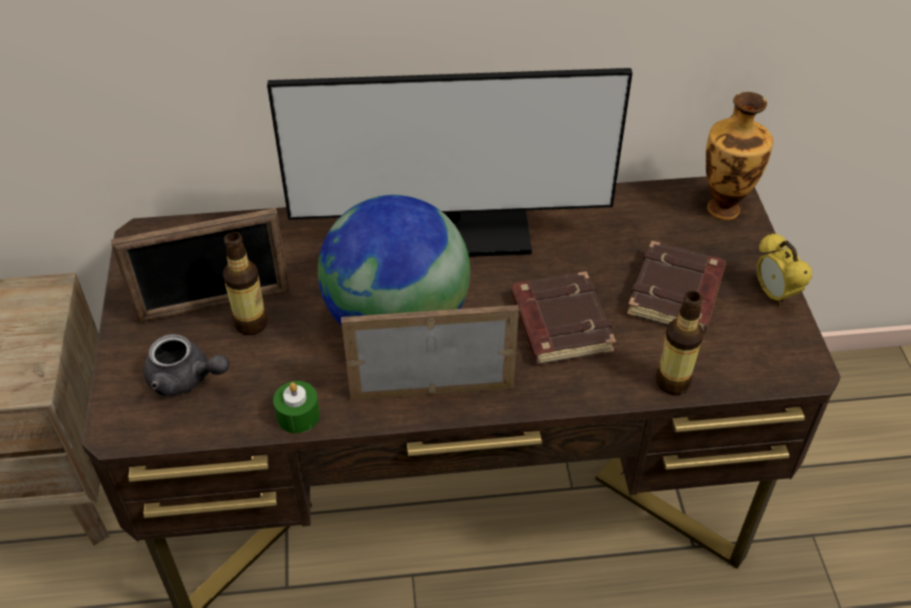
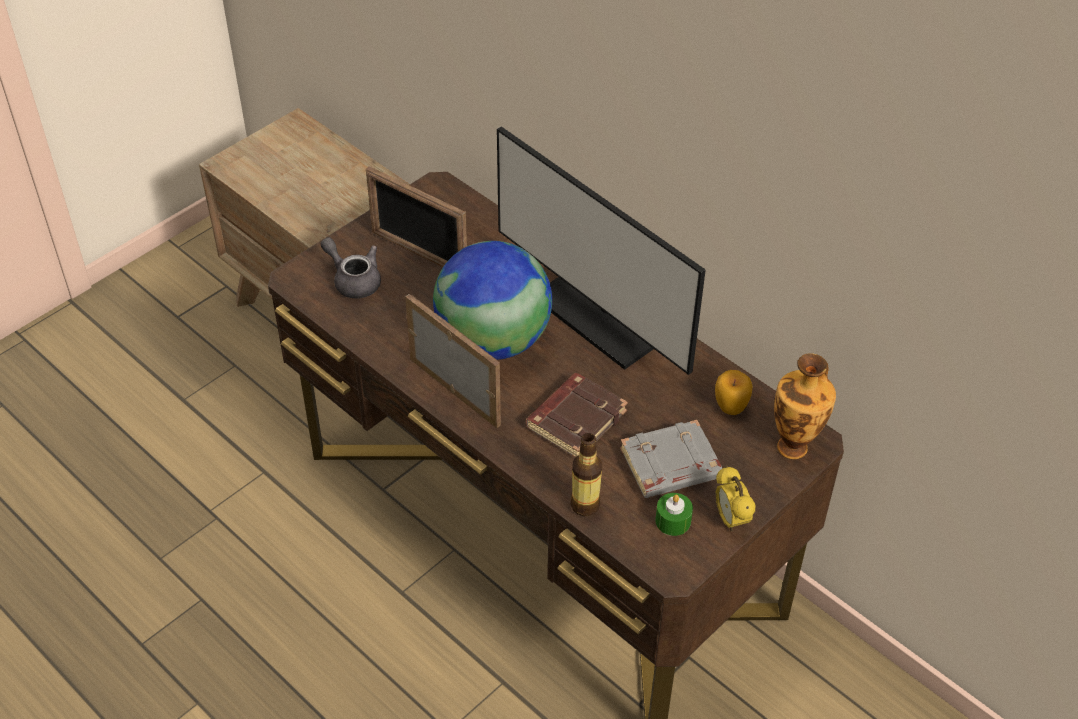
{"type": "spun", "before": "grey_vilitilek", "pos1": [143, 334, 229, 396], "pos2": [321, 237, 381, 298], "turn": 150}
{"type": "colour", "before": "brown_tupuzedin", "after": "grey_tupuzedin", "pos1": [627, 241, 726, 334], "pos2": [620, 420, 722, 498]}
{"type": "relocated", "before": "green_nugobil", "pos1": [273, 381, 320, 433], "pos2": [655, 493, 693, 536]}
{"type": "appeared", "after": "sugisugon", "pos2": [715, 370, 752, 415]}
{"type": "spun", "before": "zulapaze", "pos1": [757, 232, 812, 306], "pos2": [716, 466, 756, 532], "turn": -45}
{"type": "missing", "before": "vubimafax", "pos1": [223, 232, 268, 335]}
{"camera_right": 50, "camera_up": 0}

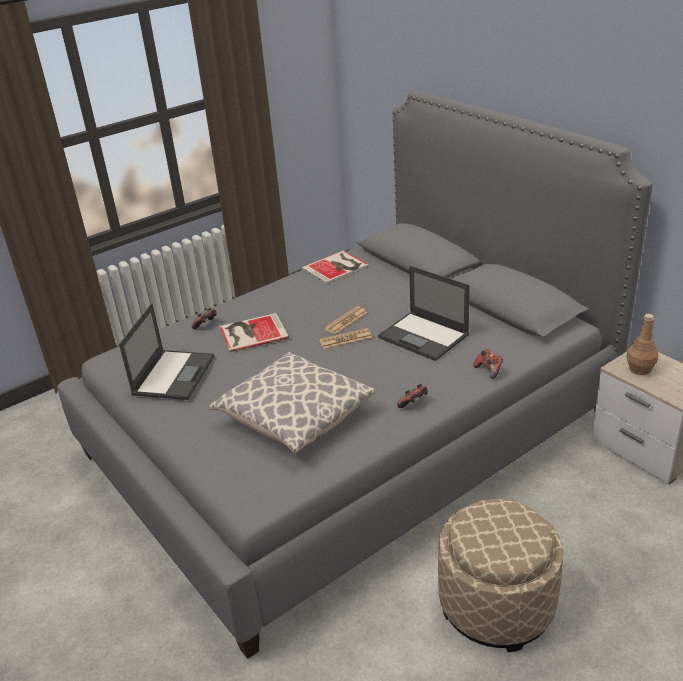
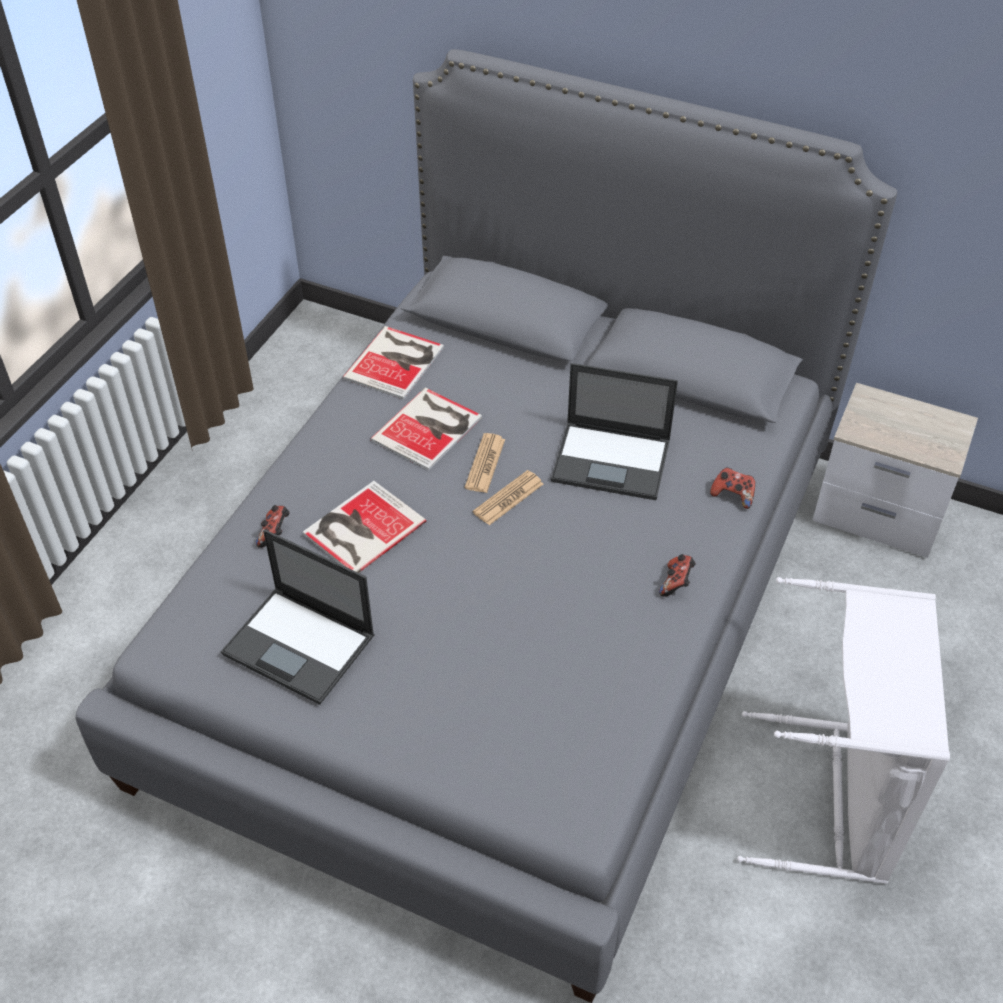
{"type": "spun", "before": "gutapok", "pos1": [119, 303, 214, 400], "pos2": [221, 530, 375, 705], "turn": 135}
{"type": "appeared", "after": "tupuzedin", "pos2": [370, 388, 482, 471]}
{"type": "exchanged", "before": "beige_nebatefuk", "after": "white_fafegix", "pos1": [438, 499, 563, 652], "pos2": [737, 577, 950, 884]}
{"type": "missing", "before": "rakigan", "pos1": [209, 352, 374, 454]}
{"type": "missing", "before": "brown_vubimafax", "pos1": [626, 314, 659, 375]}
{"camera_right": -30, "camera_up": 15}

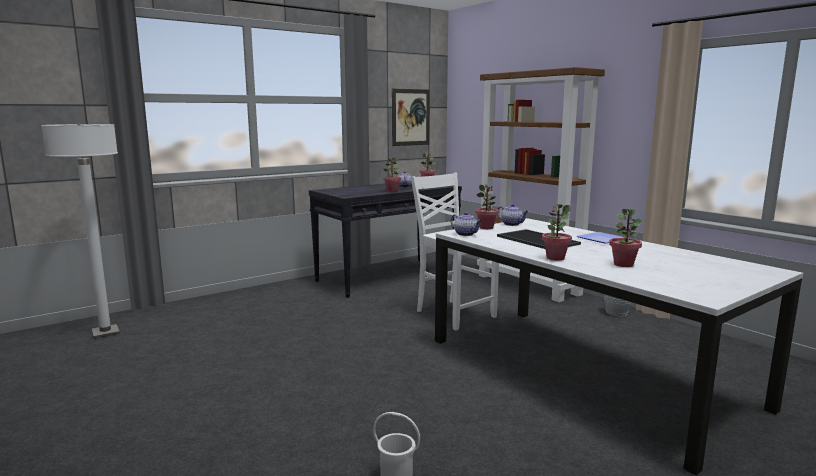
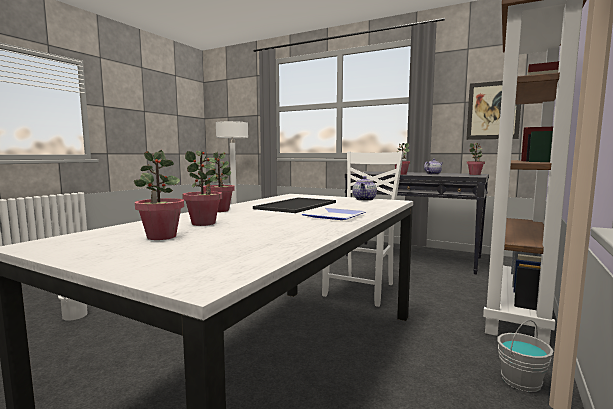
{"type": "relocated", "before": "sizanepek", "pos1": [475, 184, 499, 229], "pos2": [134, 150, 184, 240]}
{"type": "missing", "before": "vilitilek", "pos1": [451, 212, 482, 236]}
{"camera_right": 65, "camera_up": -5}

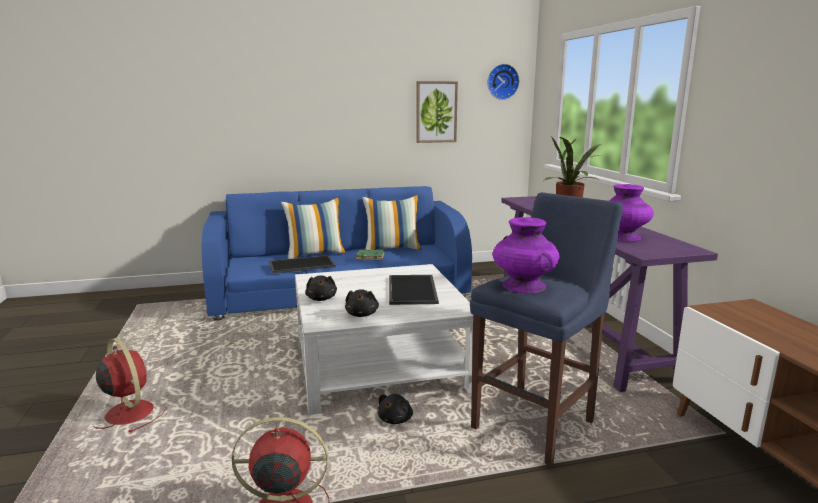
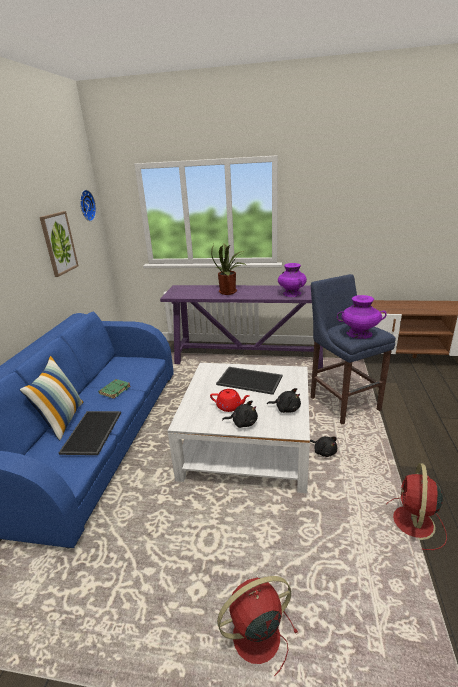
{"type": "appeared", "after": "red_vilitilek", "pos2": [210, 389, 250, 412]}
{"type": "missing", "before": "rakigan", "pos1": [362, 195, 421, 250]}
{"camera_right": -65, "camera_up": 10}

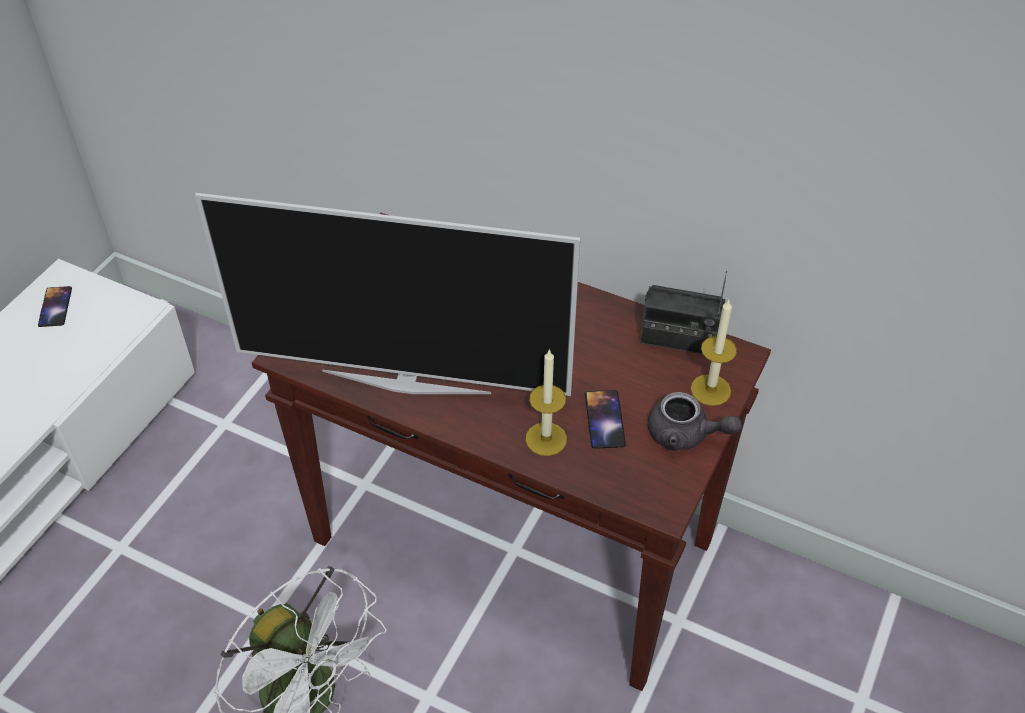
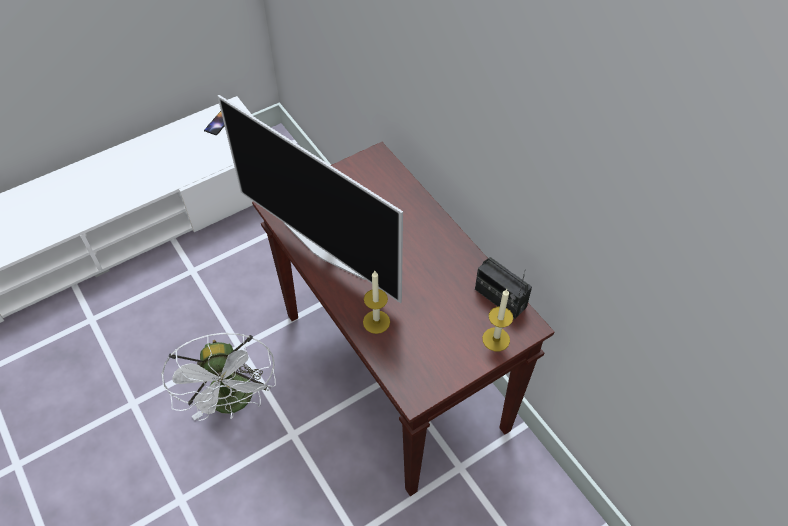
{"type": "missing", "before": "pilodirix", "pos1": [585, 390, 626, 449]}
{"type": "missing", "before": "grey_vilitilek", "pos1": [648, 392, 742, 451]}
{"camera_right": 30, "camera_up": 5}

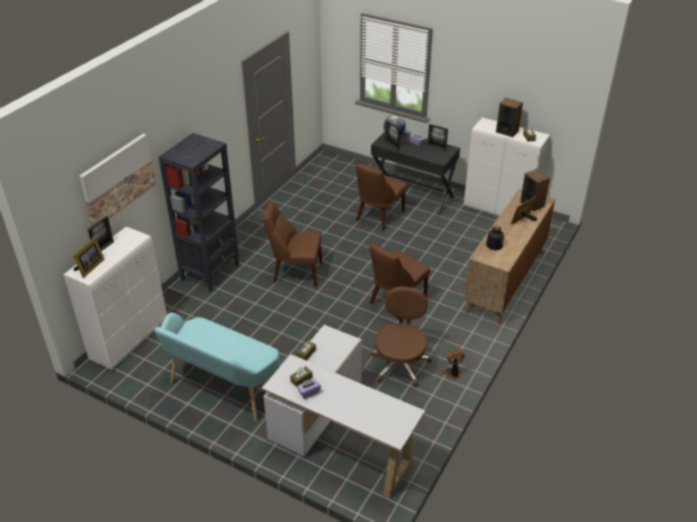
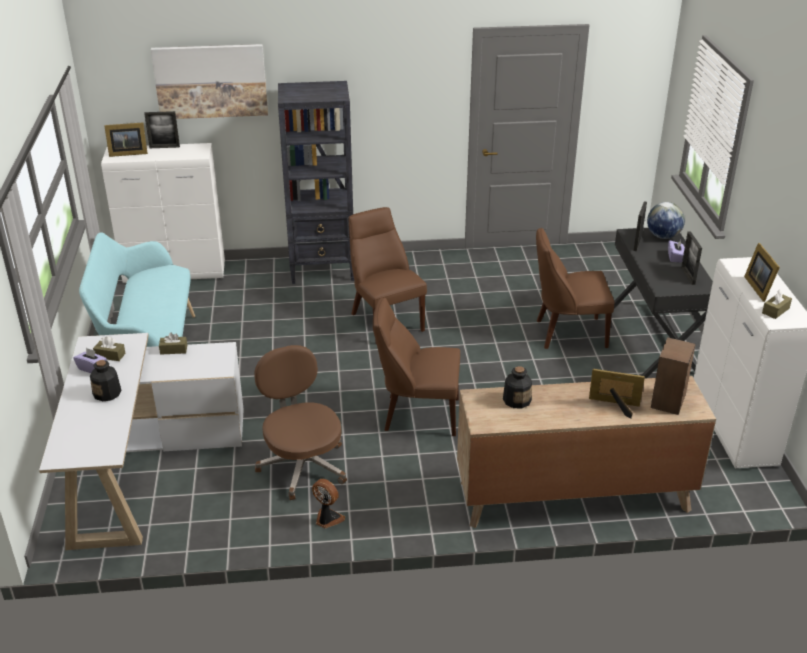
{"type": "appeared", "after": "vubimafax", "pos2": [90, 360, 122, 401]}
{"type": "spun", "before": "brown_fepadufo", "pos1": [370, 287, 432, 387], "pos2": [254, 345, 347, 500], "turn": -90}
{"type": "exchanged", "before": "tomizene", "after": "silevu", "pos1": [496, 98, 523, 137], "pos2": [744, 243, 780, 302]}
{"camera_right": 55, "camera_up": -5}

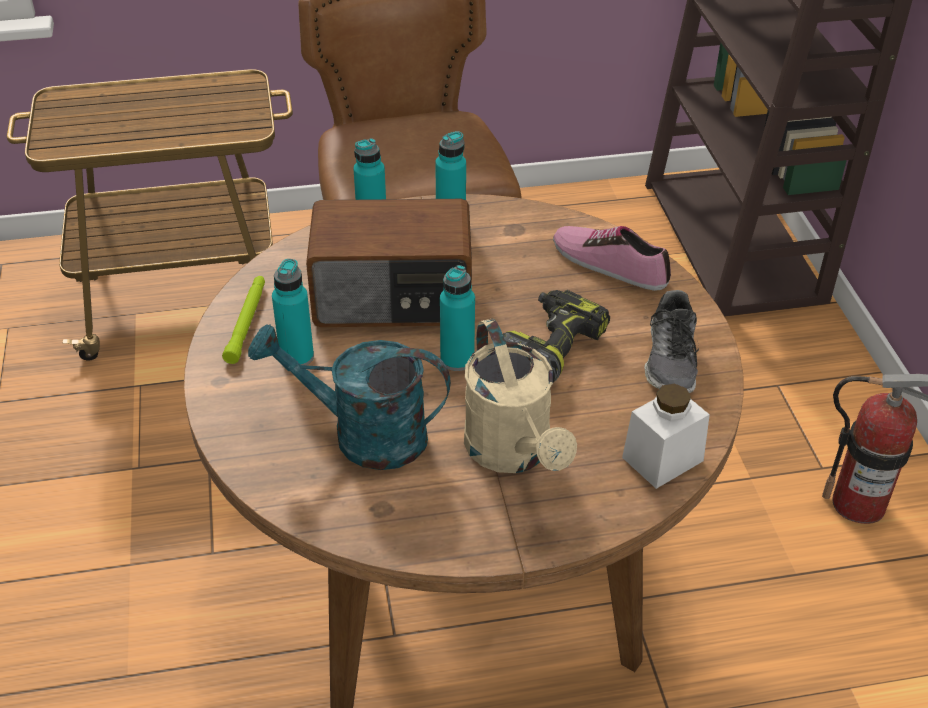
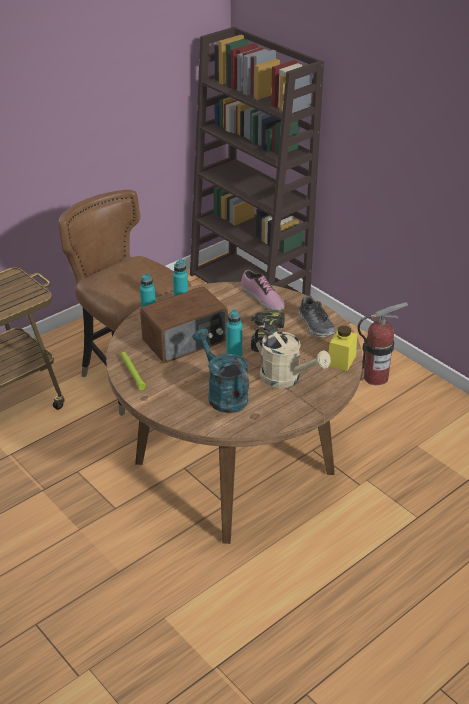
{"type": "spun", "before": "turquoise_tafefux", "pos1": [248, 324, 451, 470], "pos2": [193, 328, 249, 413], "turn": 75}
{"type": "spun", "before": "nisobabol", "pos1": [553, 226, 671, 291], "pos2": [241, 270, 285, 311], "turn": -135}
{"type": "colour", "before": "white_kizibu", "after": "yellow_kizibu", "pos1": [622, 384, 710, 489], "pos2": [329, 326, 357, 371]}
{"type": "missing", "before": "turquoise_vubimafax", "pos1": [272, 259, 314, 365]}
{"camera_right": -30, "camera_up": -5}

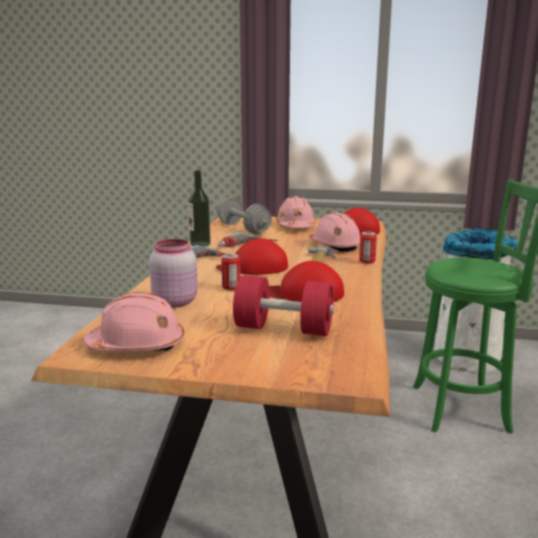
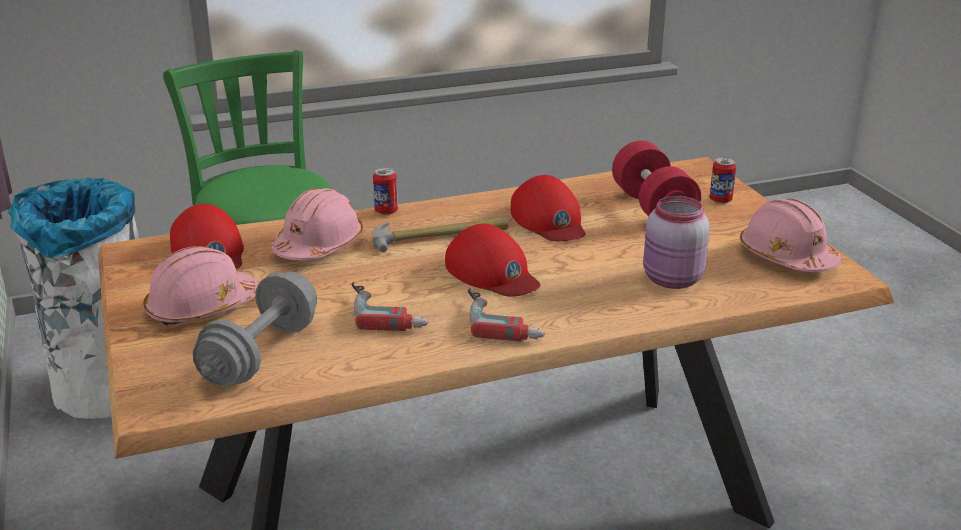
{"type": "relocated", "before": "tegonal", "pos1": [221, 254, 240, 291], "pos2": [710, 157, 736, 204]}
{"type": "missing", "before": "vubimafax", "pos1": [188, 170, 211, 247]}
{"camera_right": -120, "camera_up": 10}

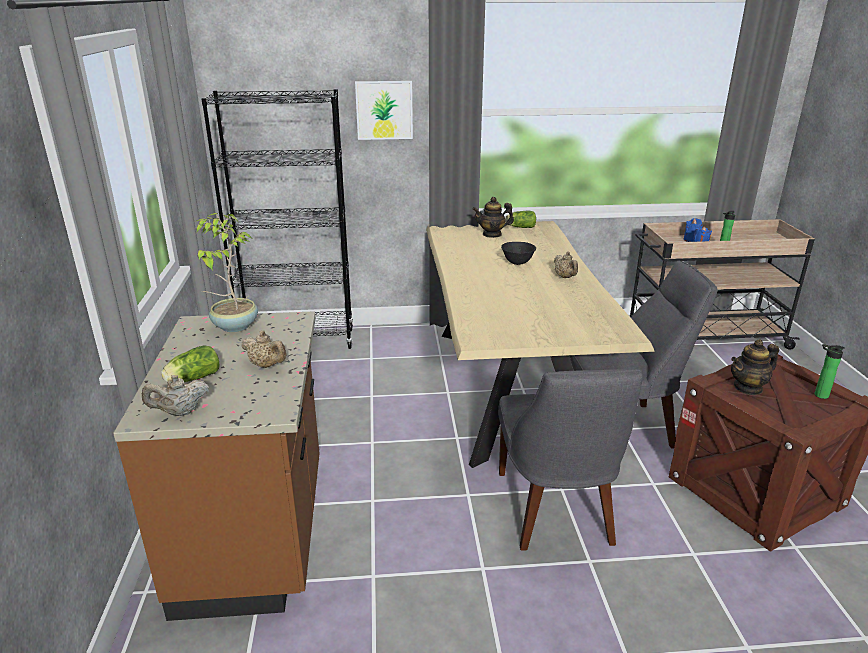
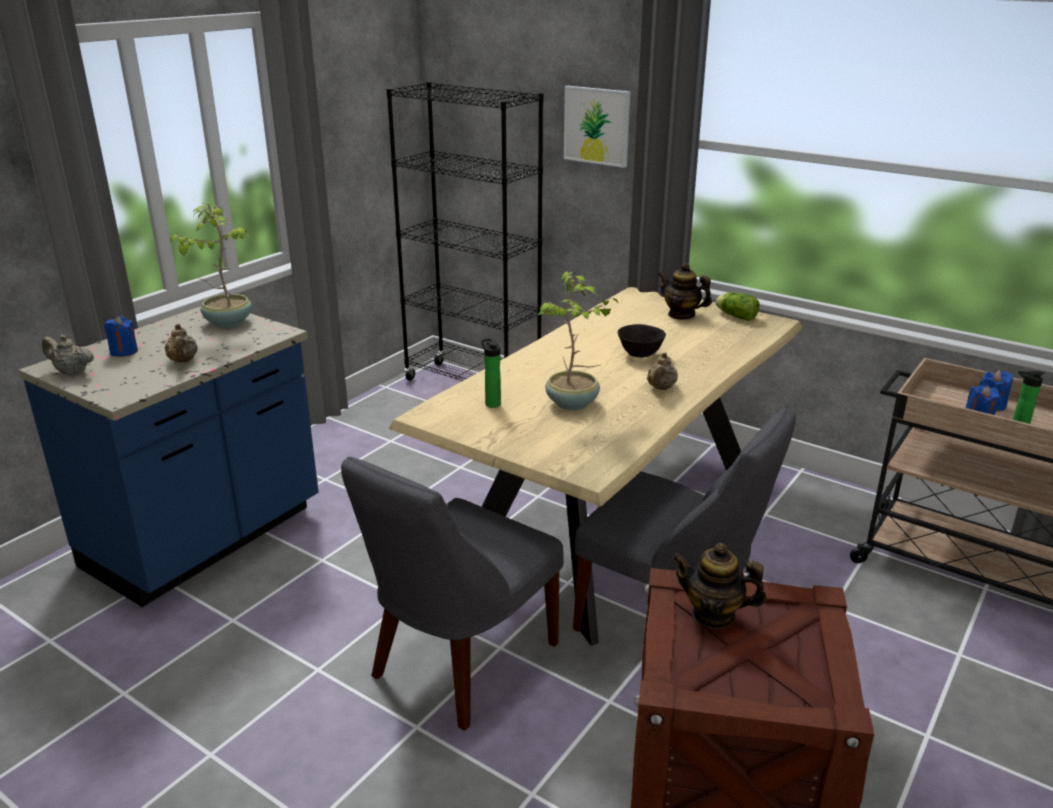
{"type": "colour", "before": "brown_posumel", "after": "blue_posumel", "pos1": [113, 311, 320, 621], "pos2": [19, 306, 319, 607]}
{"type": "exchanged", "before": "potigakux", "after": "blue_nugobil", "pos1": [161, 346, 220, 382], "pos2": [104, 316, 138, 357]}
{"type": "relocated", "before": "vubimafax", "pos1": [814, 344, 845, 399], "pos2": [481, 338, 501, 408]}
{"type": "appeared", "after": "sizanepek", "pos2": [537, 272, 618, 410]}
{"camera_right": 40, "camera_up": 0}

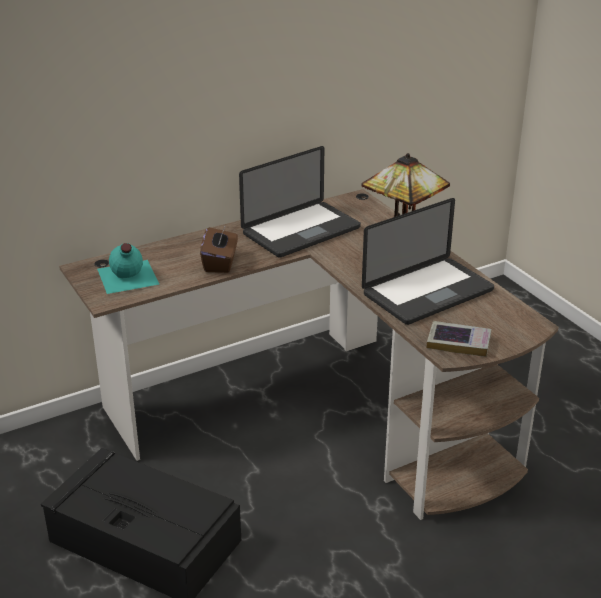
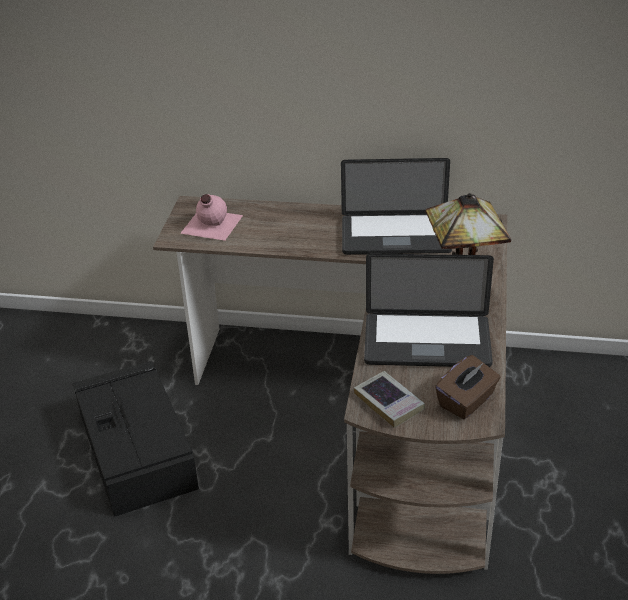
{"type": "colour", "before": "turquoise_vubimafax", "after": "pink_vubimafax", "pos1": [97, 243, 159, 294], "pos2": [180, 194, 243, 241]}
{"type": "relocated", "before": "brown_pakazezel", "pos1": [200, 225, 238, 273], "pos2": [435, 355, 500, 419]}
{"camera_right": 40, "camera_up": 5}

